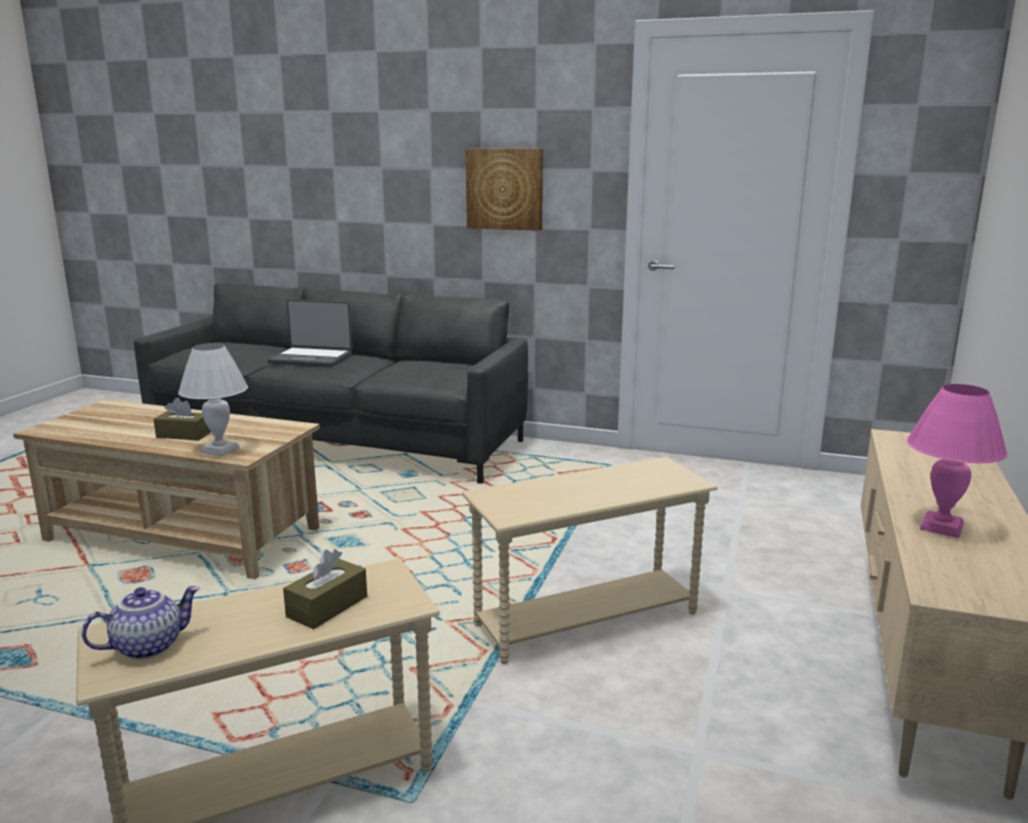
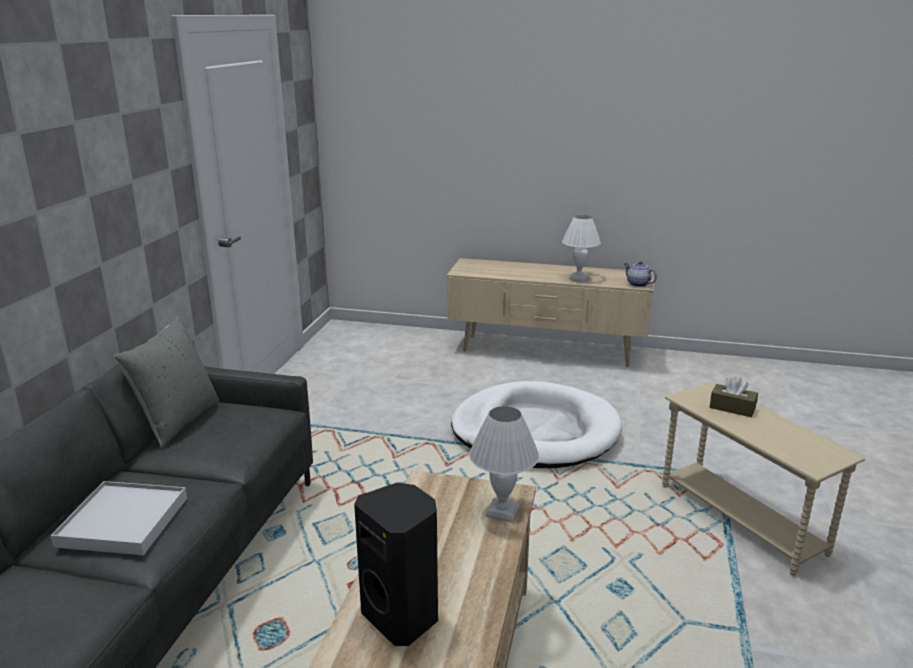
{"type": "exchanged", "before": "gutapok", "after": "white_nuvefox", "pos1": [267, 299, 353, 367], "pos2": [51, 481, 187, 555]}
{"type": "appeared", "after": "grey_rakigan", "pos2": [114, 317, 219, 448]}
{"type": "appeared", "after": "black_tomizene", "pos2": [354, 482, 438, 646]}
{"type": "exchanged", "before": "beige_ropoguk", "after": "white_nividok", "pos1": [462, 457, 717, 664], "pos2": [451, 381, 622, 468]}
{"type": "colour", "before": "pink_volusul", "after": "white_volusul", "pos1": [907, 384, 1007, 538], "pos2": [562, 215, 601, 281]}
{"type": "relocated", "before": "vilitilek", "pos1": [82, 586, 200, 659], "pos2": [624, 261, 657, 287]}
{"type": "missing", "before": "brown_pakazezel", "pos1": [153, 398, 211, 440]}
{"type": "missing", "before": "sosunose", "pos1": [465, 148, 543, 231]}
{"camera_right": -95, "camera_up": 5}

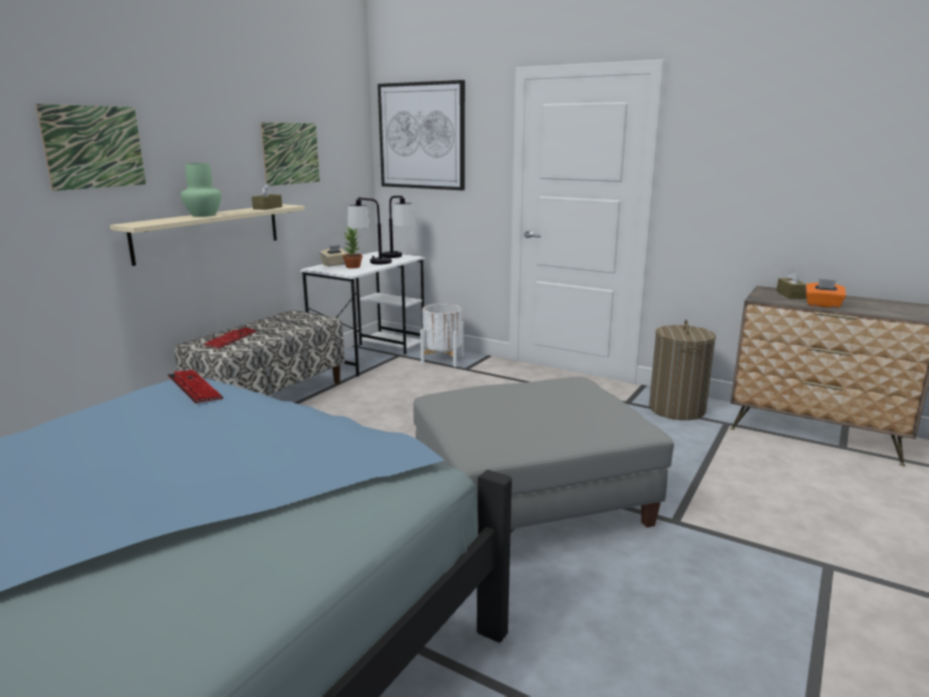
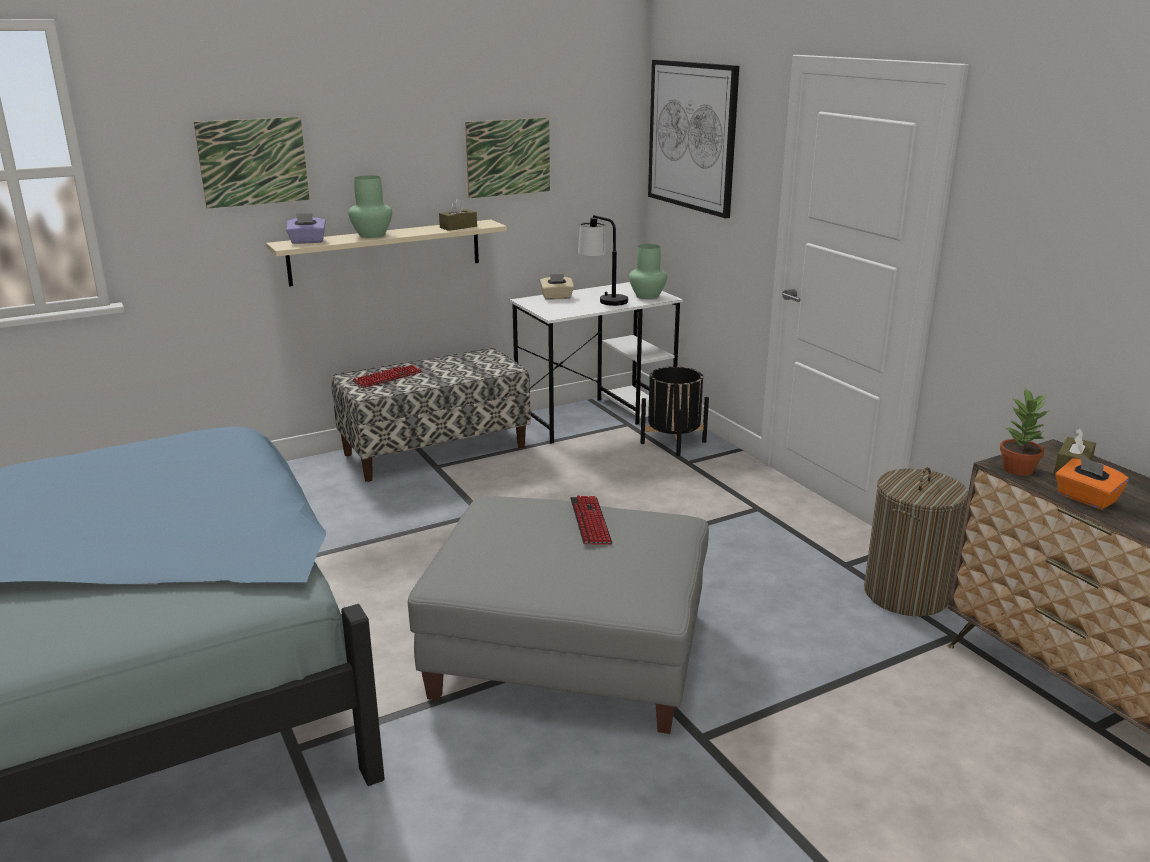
{"type": "appeared", "after": "purple_pakazezel", "pos2": [286, 213, 326, 244]}
{"type": "relocated", "before": "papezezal", "pos1": [168, 369, 224, 403], "pos2": [570, 495, 613, 545]}
{"type": "exchanged", "before": "volusul", "after": "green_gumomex", "pos1": [382, 196, 415, 258], "pos2": [629, 244, 667, 299]}
{"type": "colour", "before": "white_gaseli", "after": "black_gaseli", "pos1": [420, 304, 463, 367], "pos2": [641, 366, 709, 457]}
{"type": "relocated", "before": "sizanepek", "pos1": [342, 227, 363, 268], "pos2": [1000, 388, 1050, 476]}
{"camera_right": 30, "camera_up": 5}

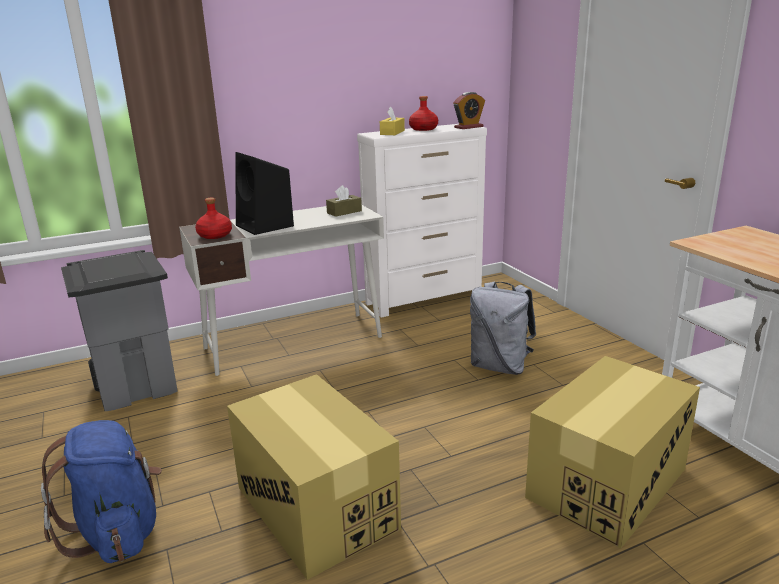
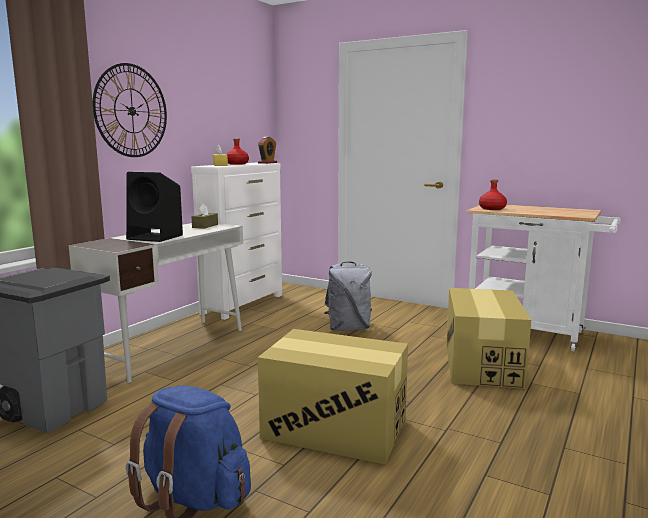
{"type": "appeared", "after": "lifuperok", "pos2": [93, 63, 167, 157]}
{"type": "relocated", "before": "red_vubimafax", "pos1": [195, 198, 232, 239], "pos2": [479, 180, 507, 210]}
{"camera_right": -35, "camera_up": -10}

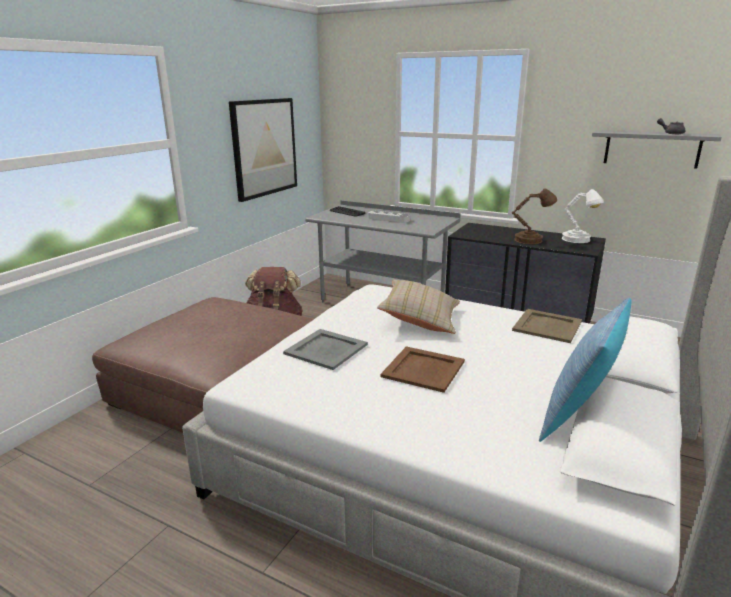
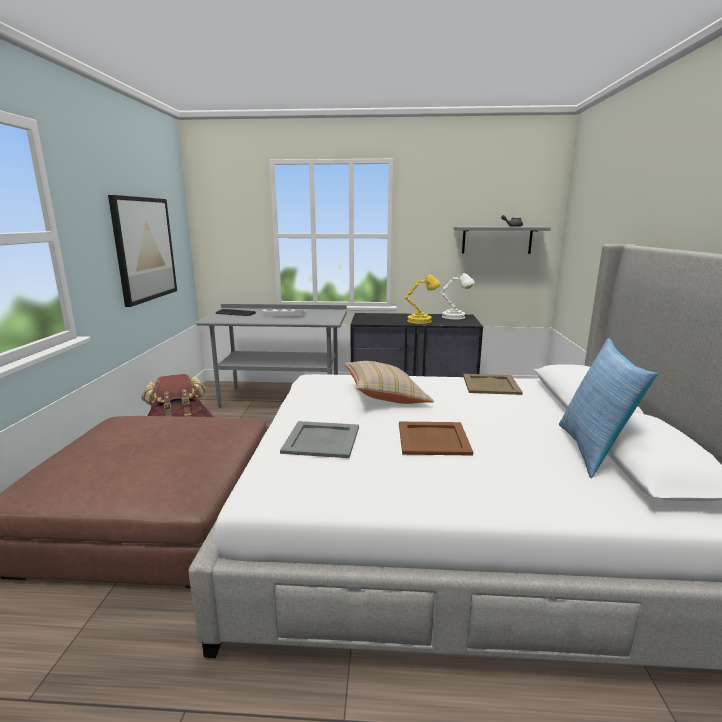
{"type": "colour", "before": "brown_volusul", "after": "yellow_volusul", "pos1": [512, 189, 557, 244], "pos2": [405, 275, 440, 324]}
{"camera_right": -25, "camera_up": -5}

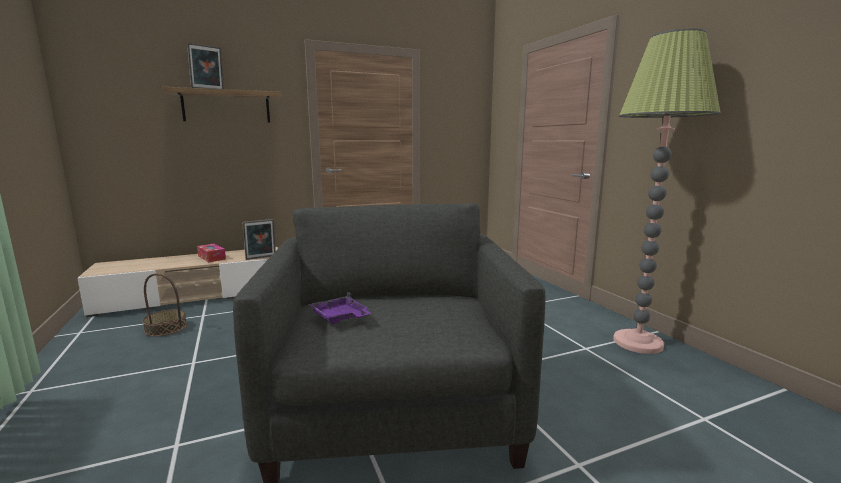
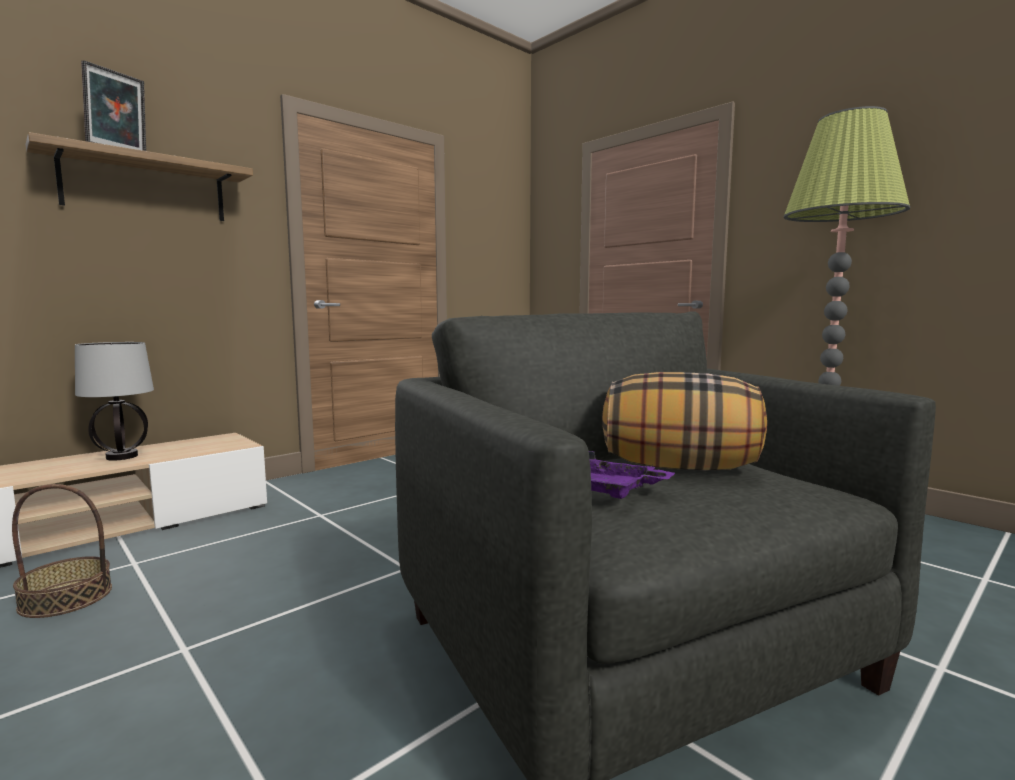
{"type": "exchanged", "before": "pakazezel", "after": "volusul", "pos1": [197, 244, 226, 262], "pos2": [75, 342, 154, 461]}
{"type": "appeared", "after": "rakigan", "pos2": [602, 372, 767, 471]}
{"type": "missing", "before": "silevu", "pos1": [243, 219, 276, 260]}
{"camera_right": -20, "camera_up": -5}

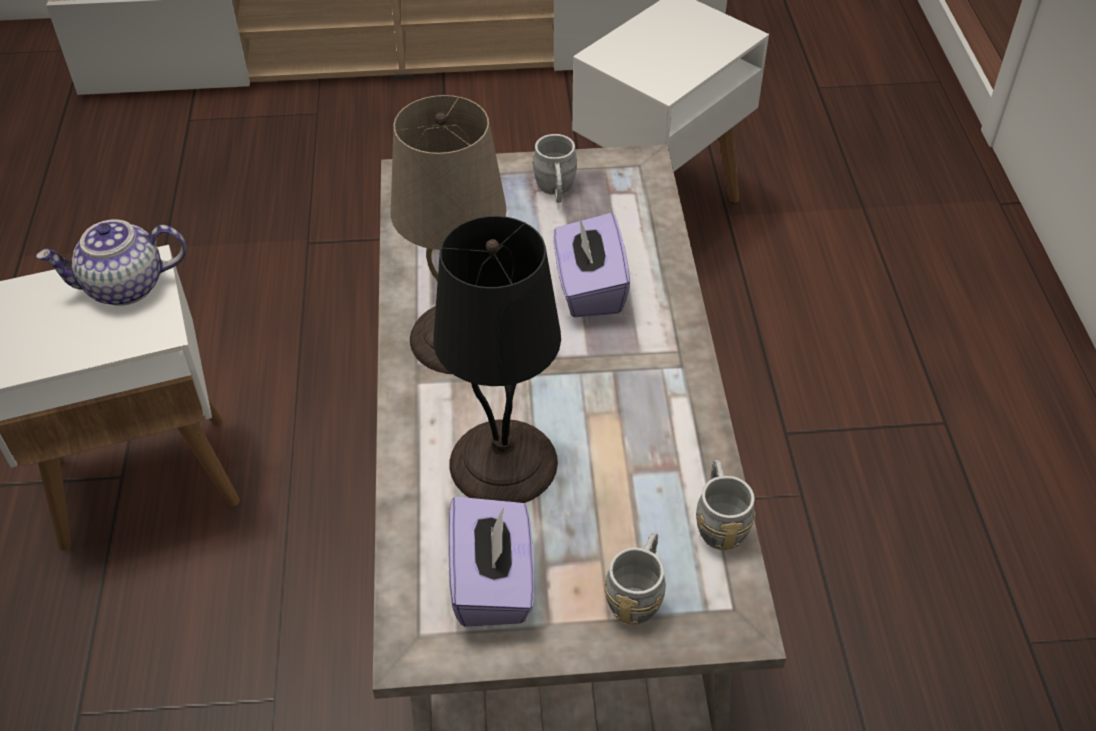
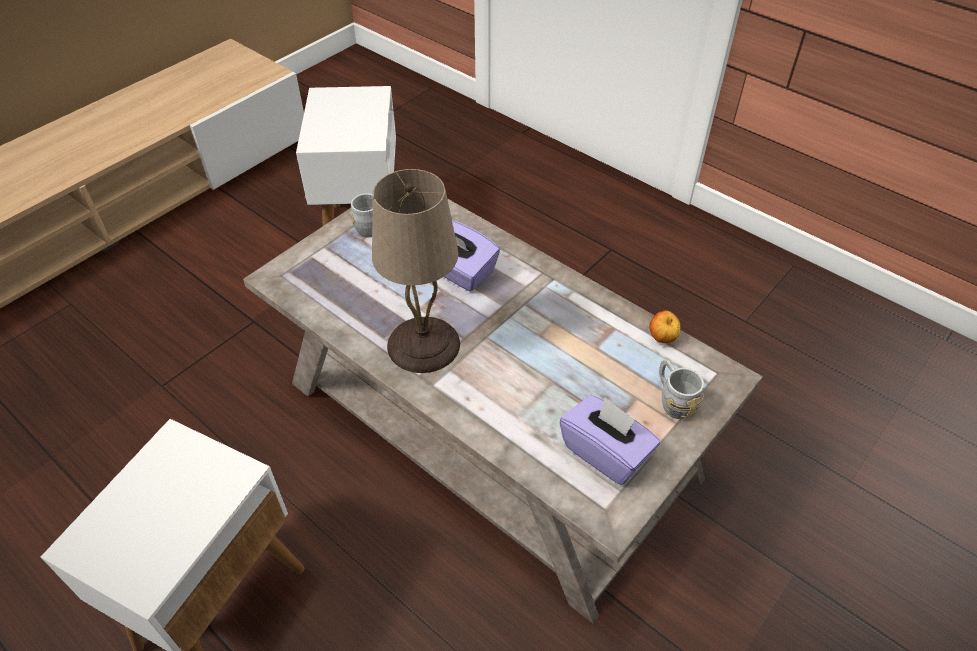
{"type": "exchanged", "before": "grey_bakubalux", "after": "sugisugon", "pos1": [696, 460, 755, 551], "pos2": [650, 310, 680, 343]}
{"type": "missing", "before": "vilitilek", "pos1": [36, 219, 187, 306]}
{"type": "missing", "before": "black_volusul", "pos1": [433, 216, 561, 503]}
{"camera_right": -45, "camera_up": 0}

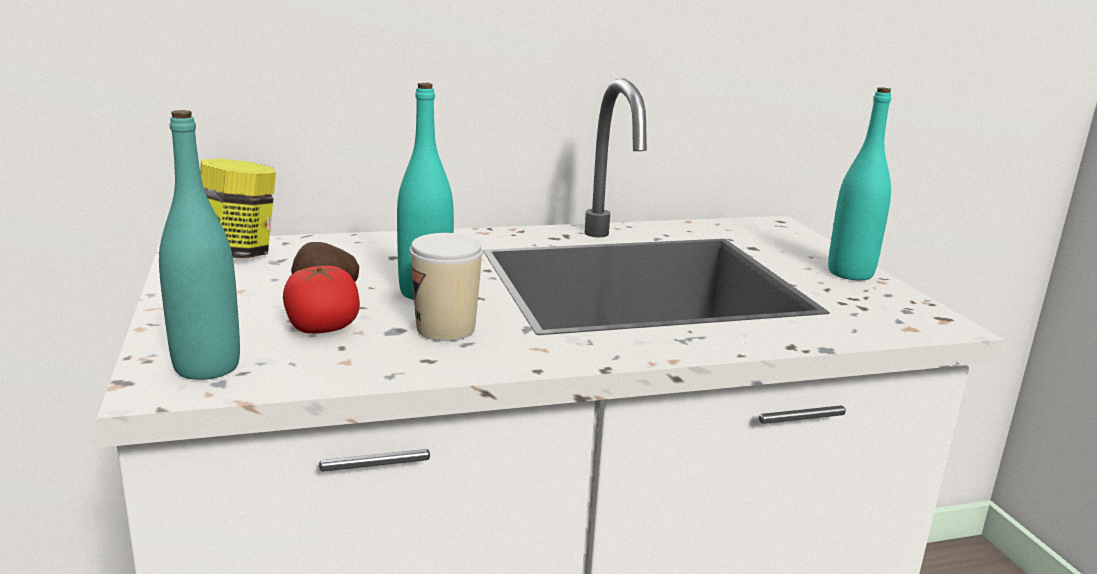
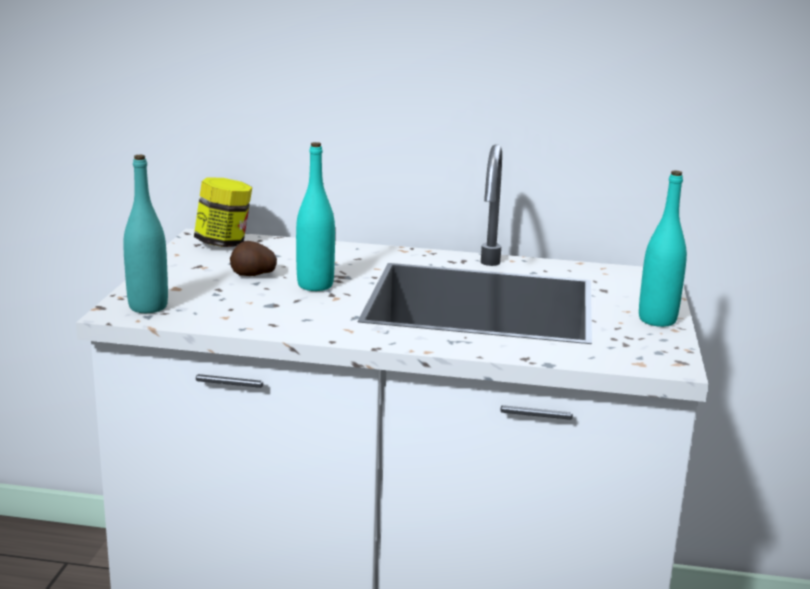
{"type": "missing", "before": "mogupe", "pos1": [283, 266, 360, 333]}
{"type": "missing", "before": "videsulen", "pos1": [409, 233, 483, 341]}
{"camera_right": 25, "camera_up": 0}

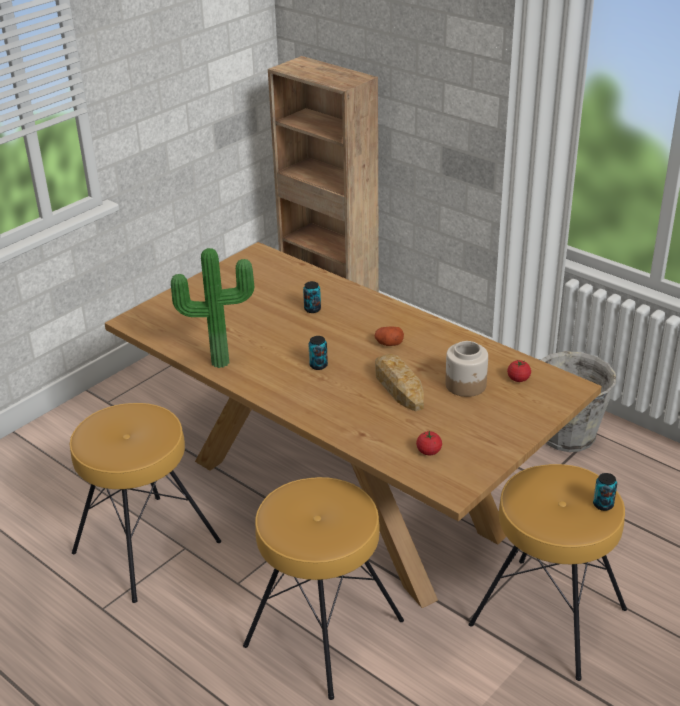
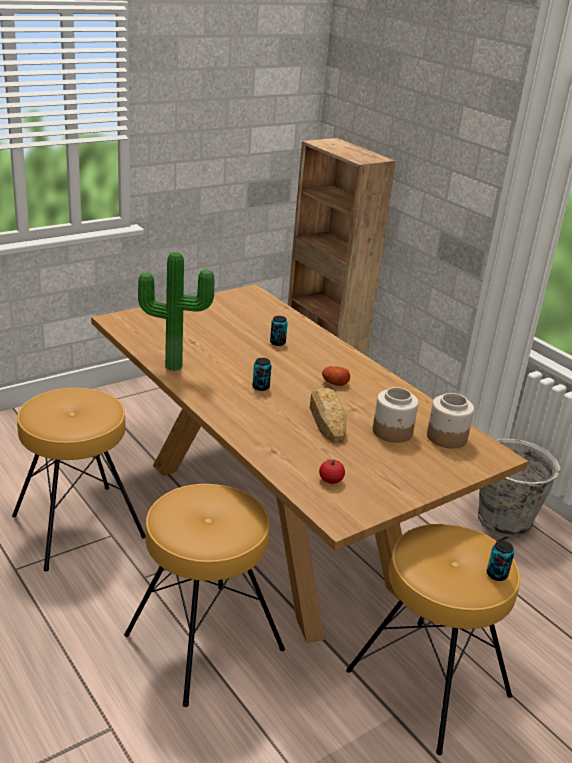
{"type": "exchanged", "before": "mogupe", "after": "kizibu", "pos1": [507, 360, 531, 382], "pos2": [427, 393, 474, 448]}
{"camera_right": 10, "camera_up": -5}

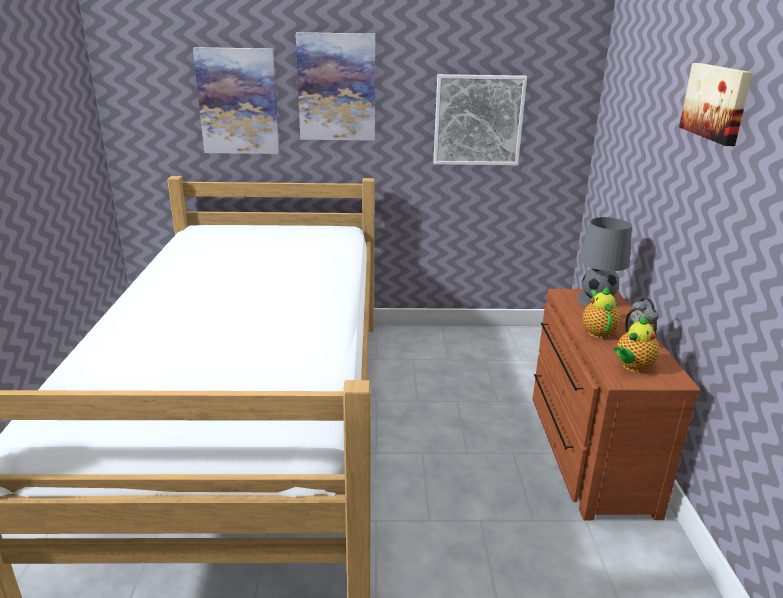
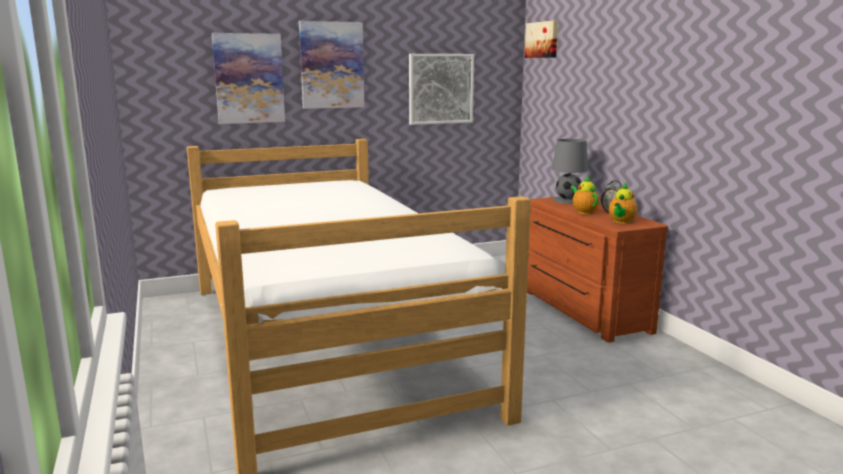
{"type": "relocated", "before": "sosunose", "pos1": [679, 63, 753, 146], "pos2": [525, 21, 558, 58]}
{"camera_right": -20, "camera_up": -10}

